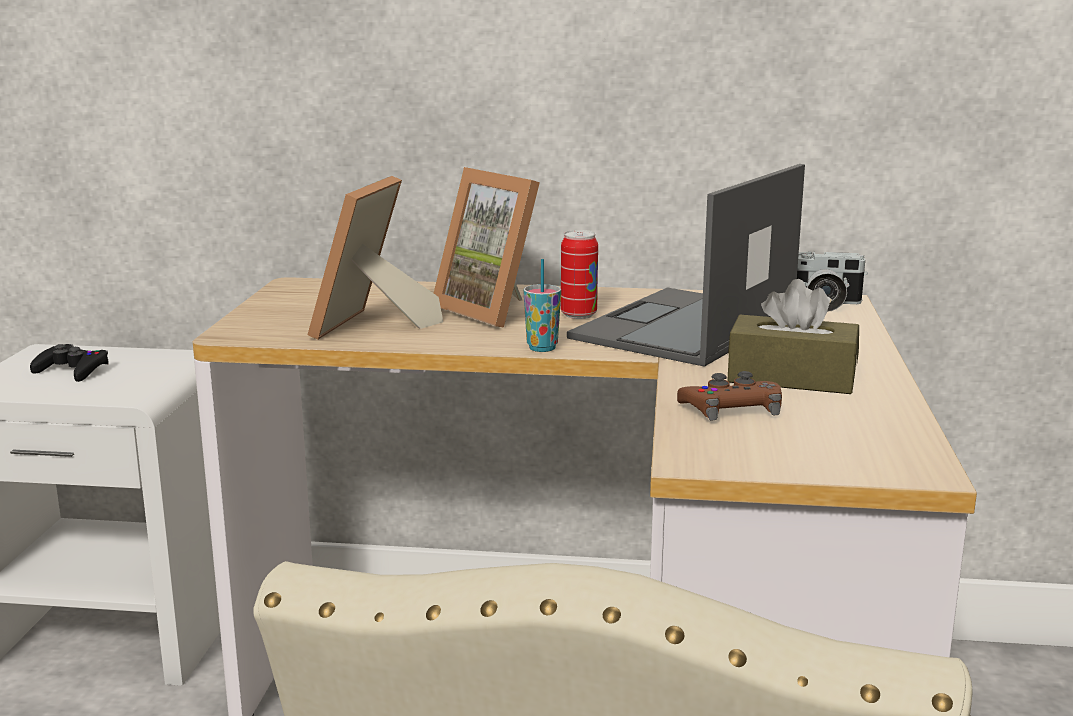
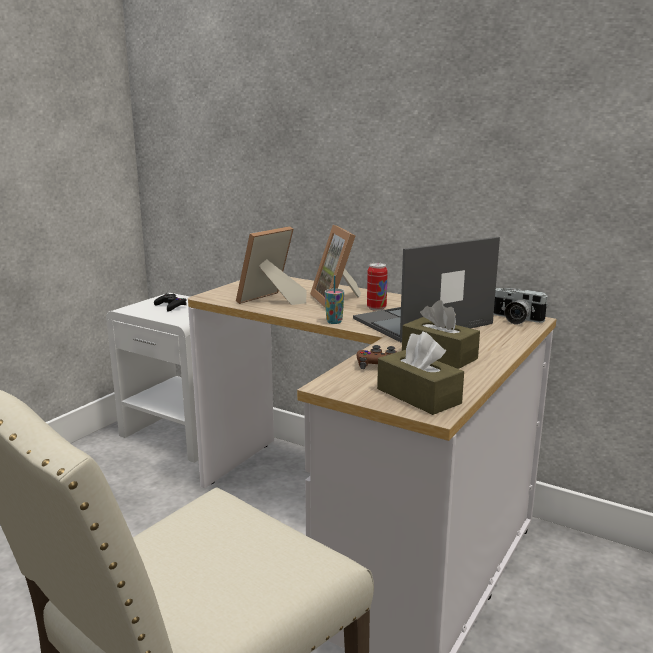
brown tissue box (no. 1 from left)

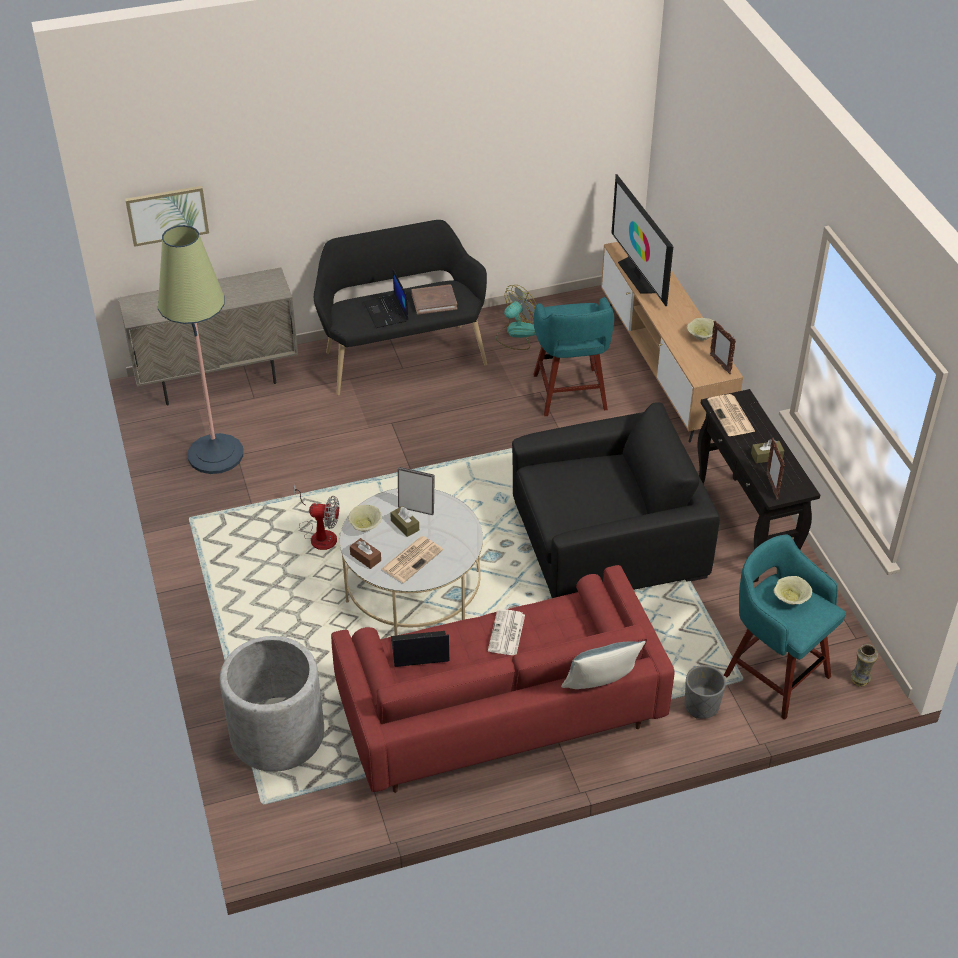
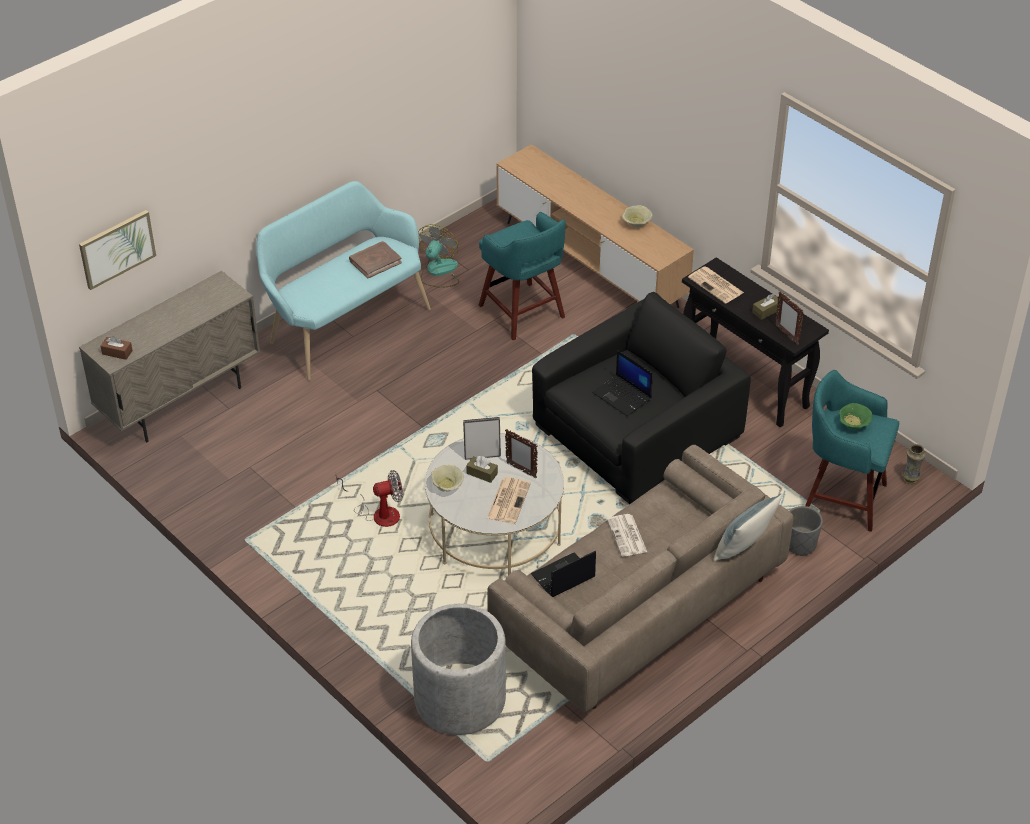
television; turquoise bench; floor lamp; laptop (no. 2 from left); picture frame (no. 2 from left); brown tissue box (no. 1 from left); beige sofa; green bowl

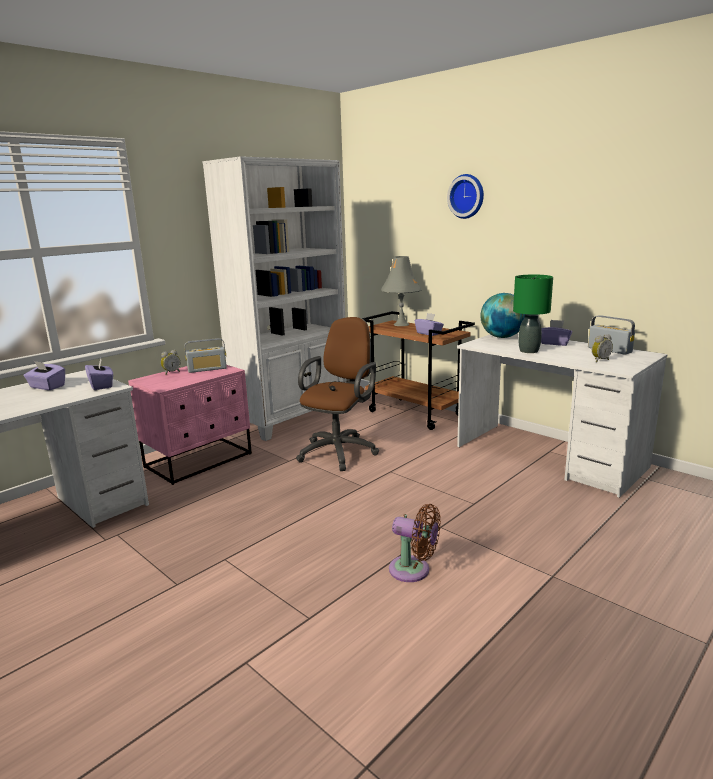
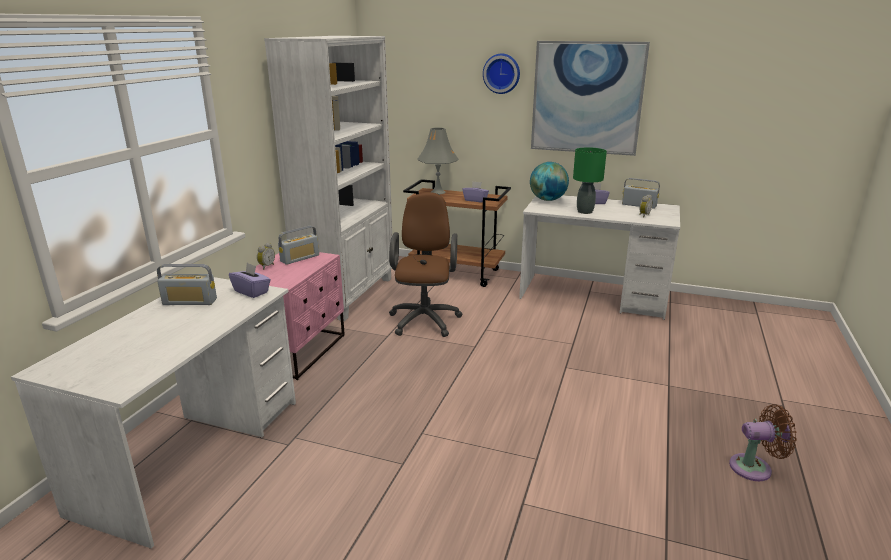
radio (no. 1 from left); brown fan; picture

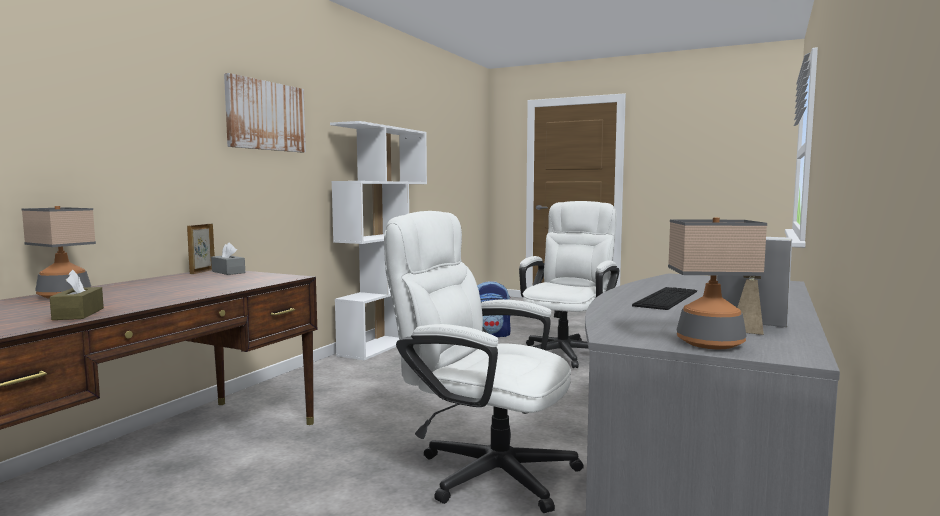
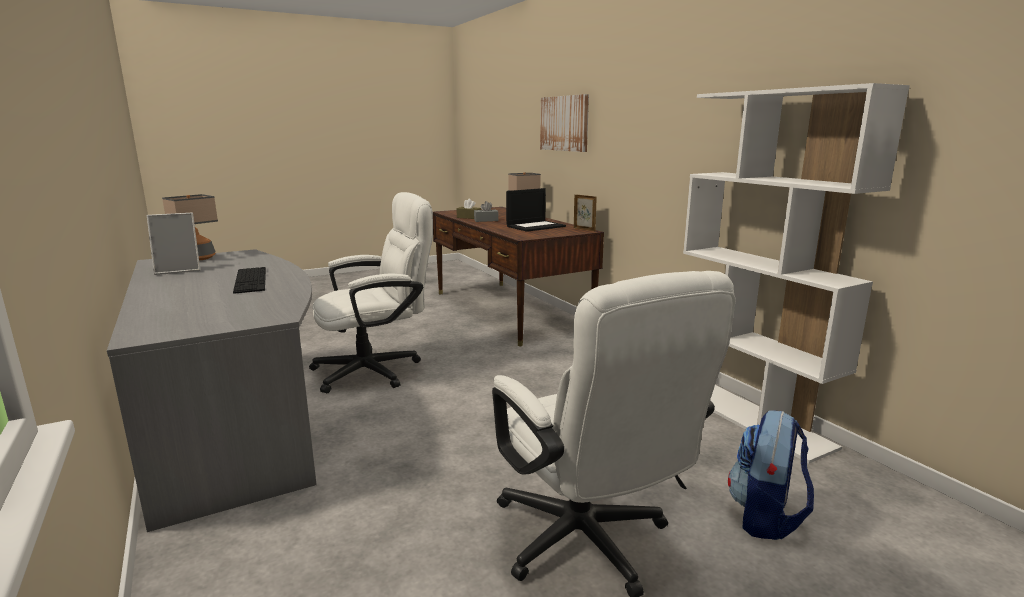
picture; grey tissue box; laptop

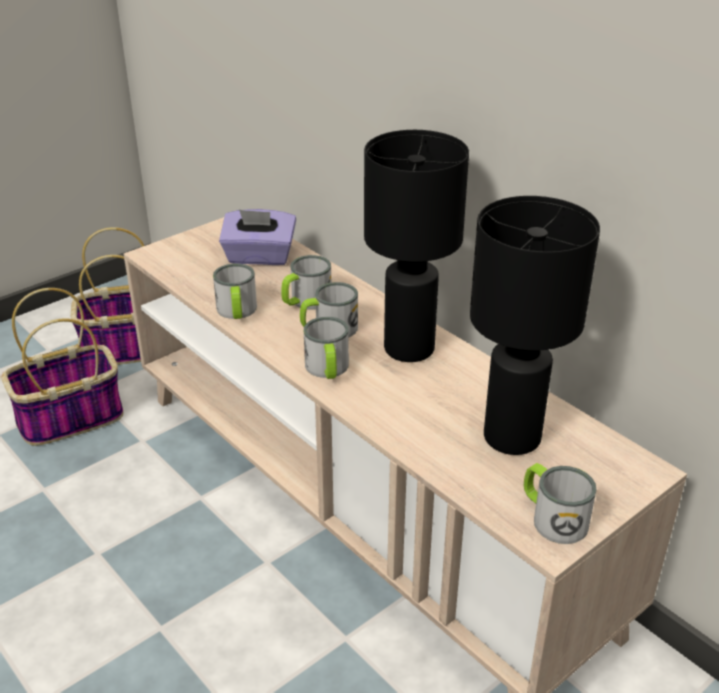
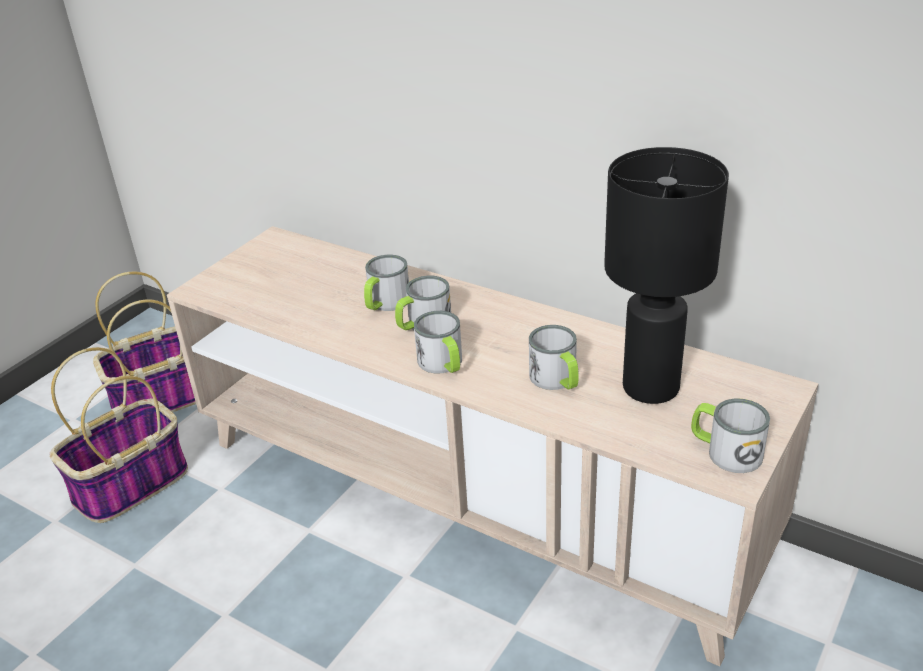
black table lamp (no. 1 from left in the first image); purple tissue box; mug (no. 4 from left)

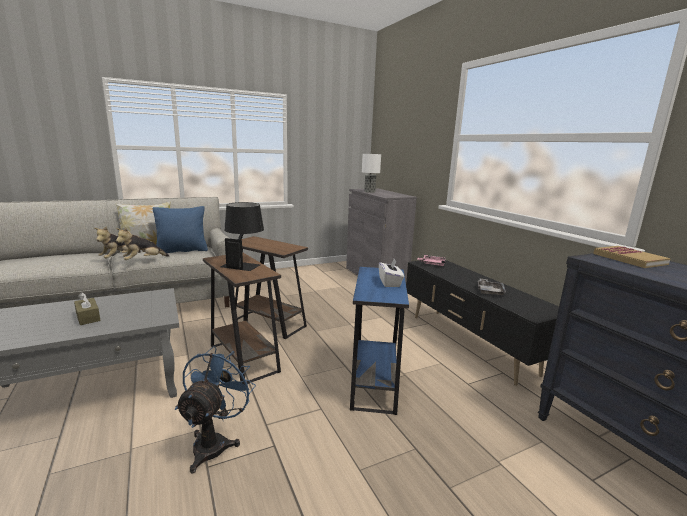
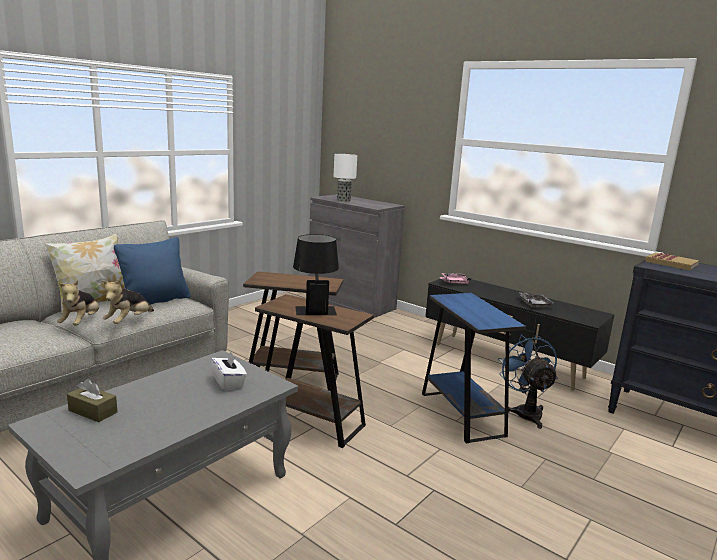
white tissue box; brown tissue box; blue fan

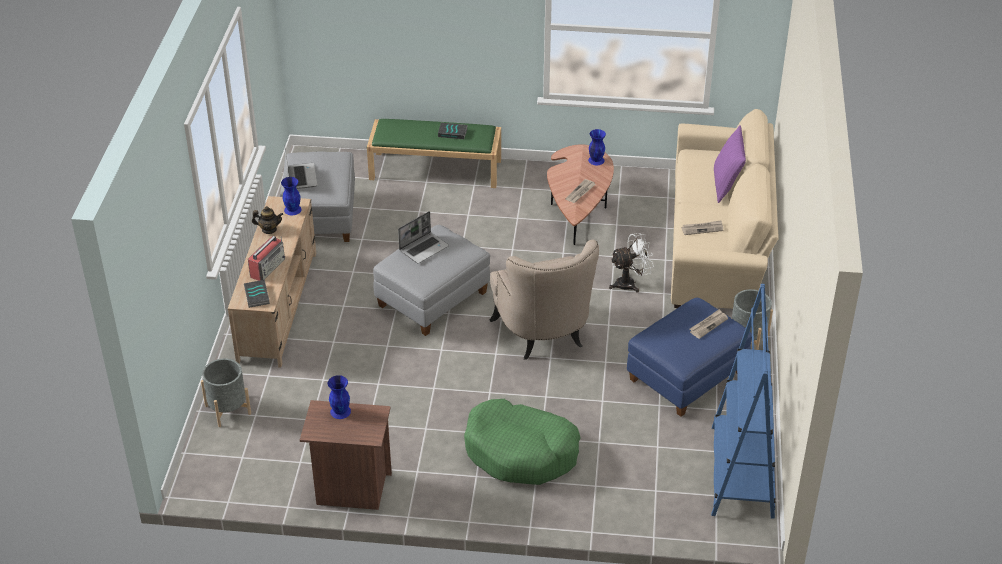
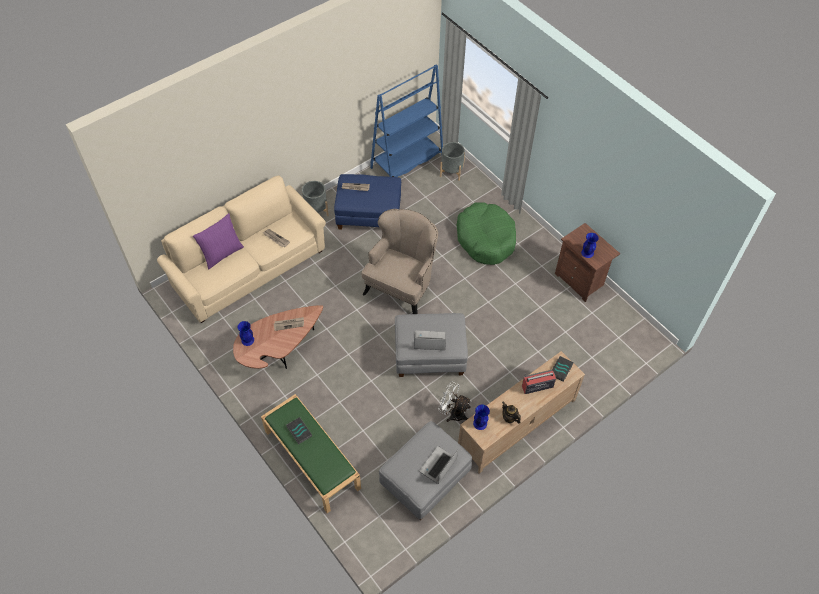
white fan; grey planter (no. 2 from left)

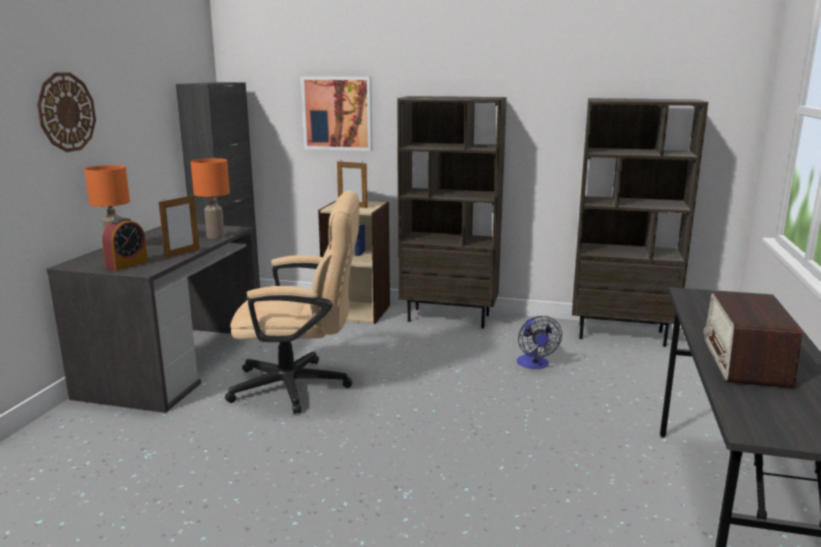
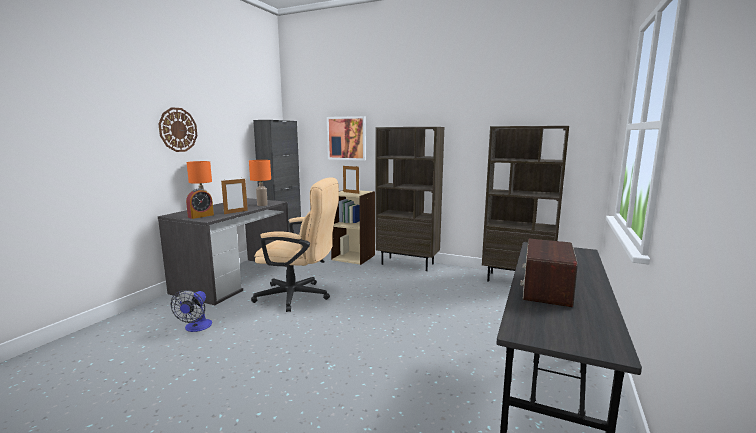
fan

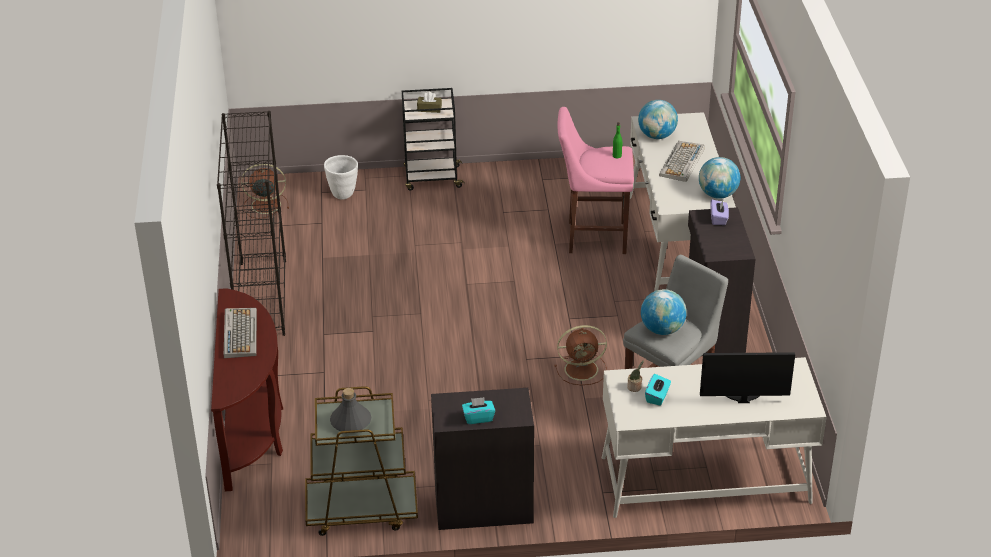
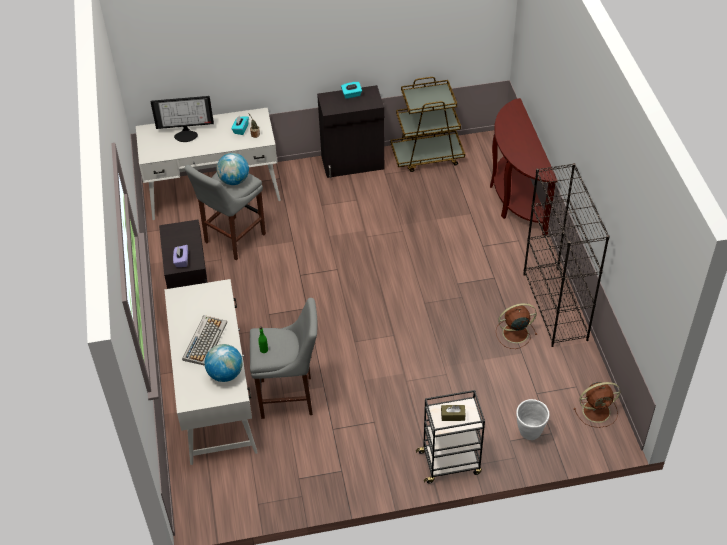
grey stool (no. 2 from left); globe (no. 3 from left in the first image); keyboard (no. 1 from left in the first image); brown fan (no. 1 from left); grey bottle

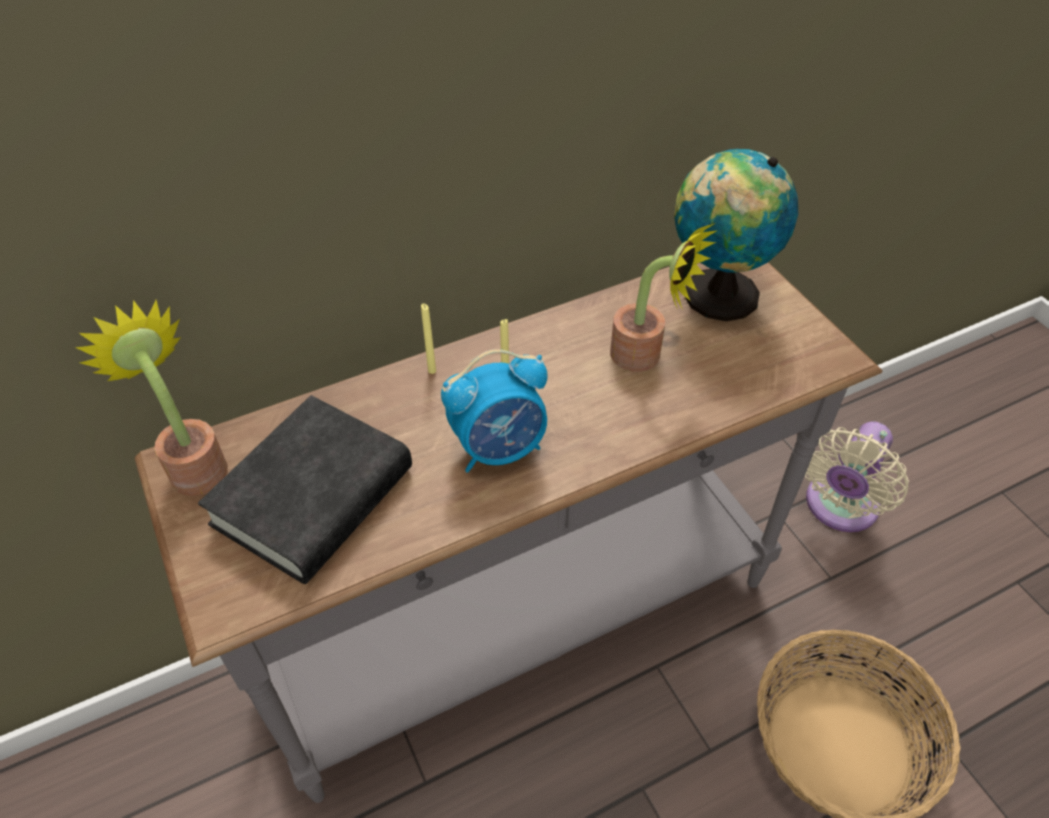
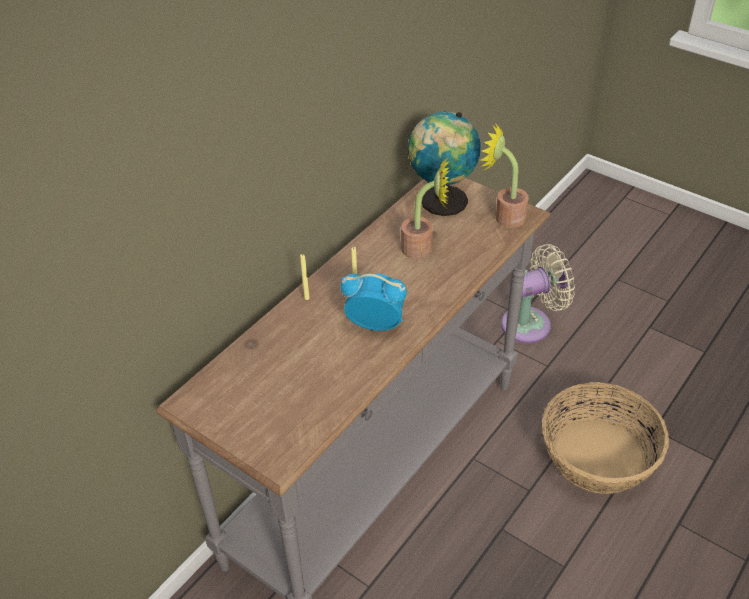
potted plant (no. 2 from left); alarm clock; black book; beige fan

